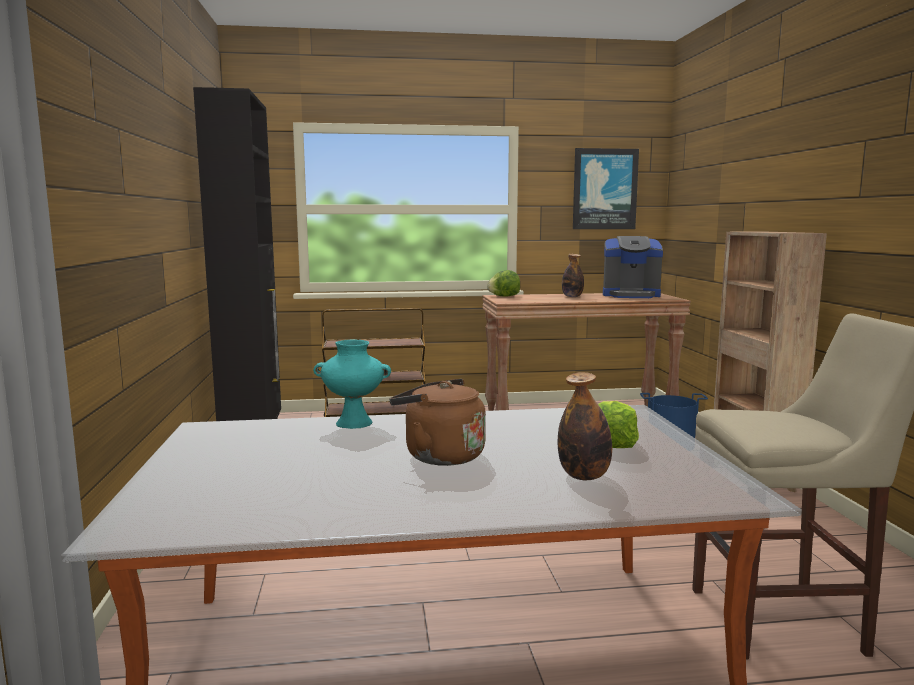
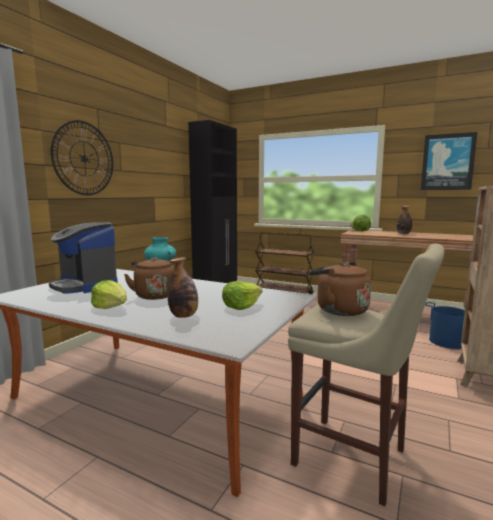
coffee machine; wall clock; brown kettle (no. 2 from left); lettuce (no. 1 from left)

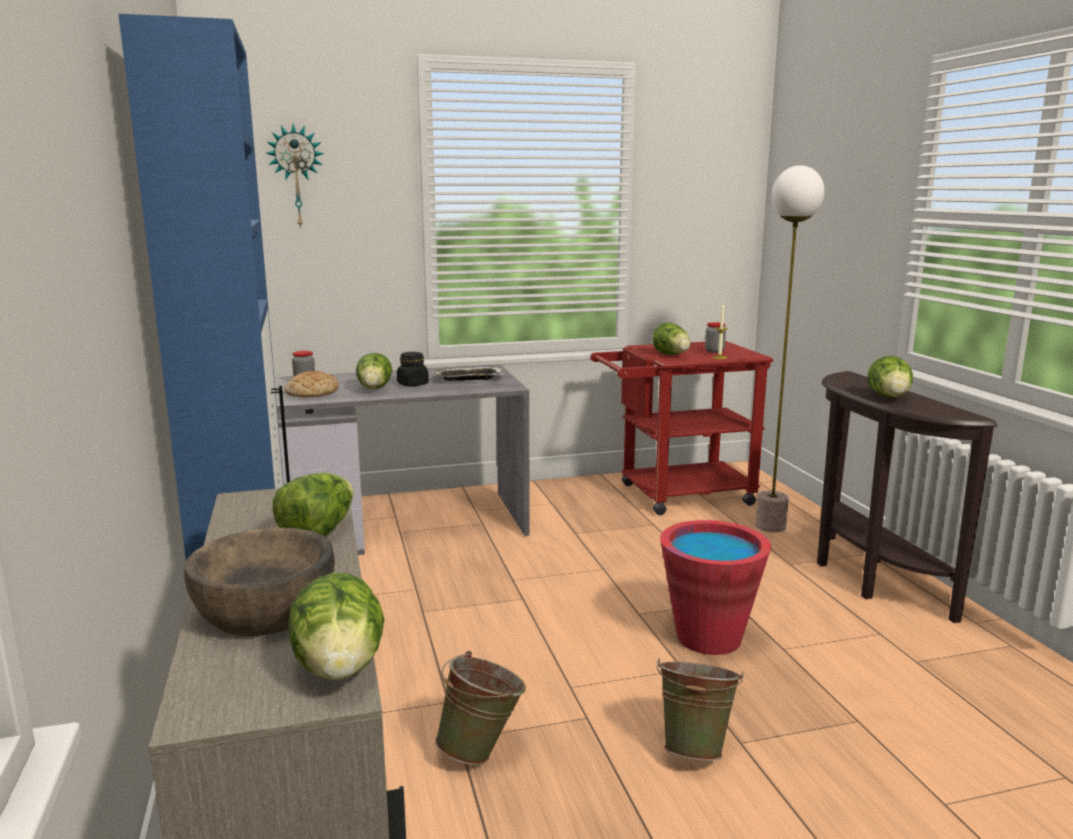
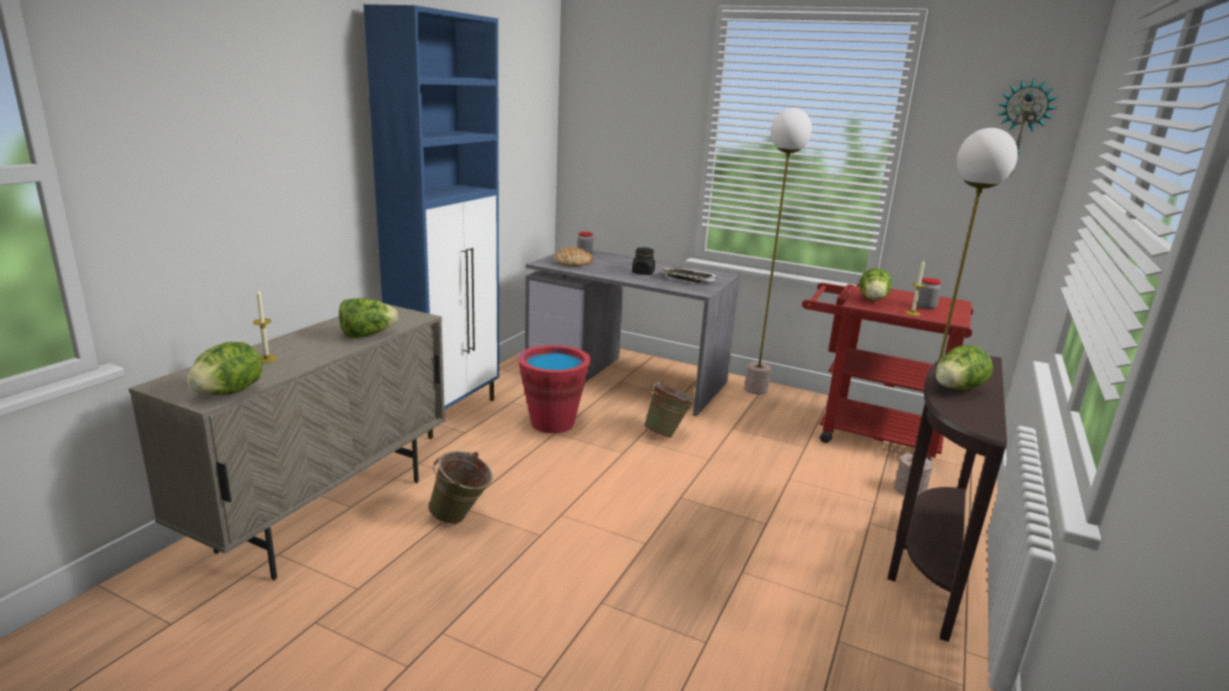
wall clock; lettuce (no. 3 from left in the first image); red bucket; candle (no. 1 from left); green bucket (no. 2 from left); floor lamp (no. 1 from left)

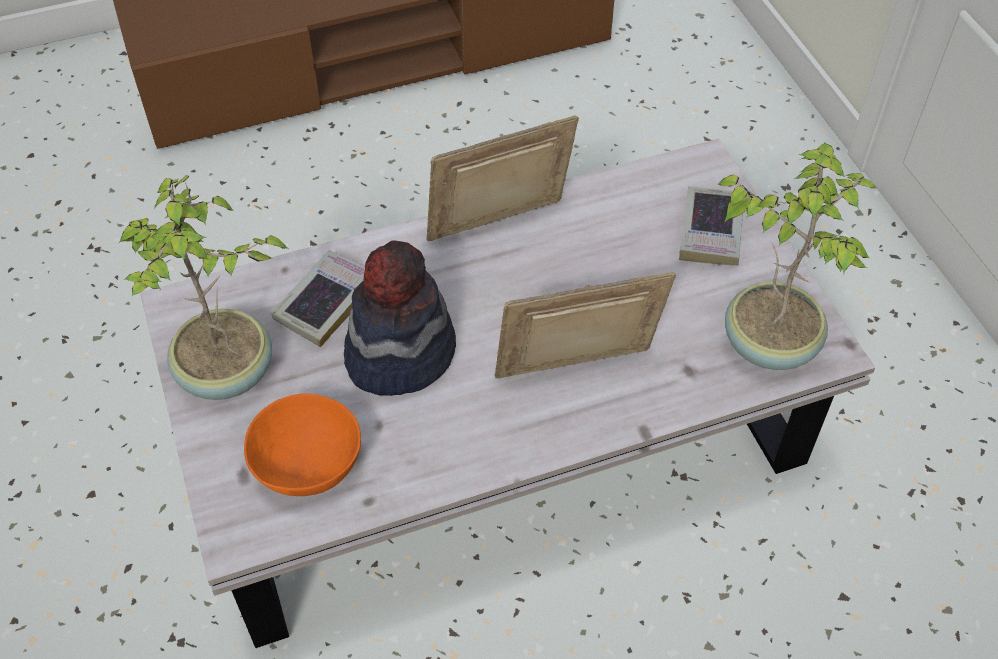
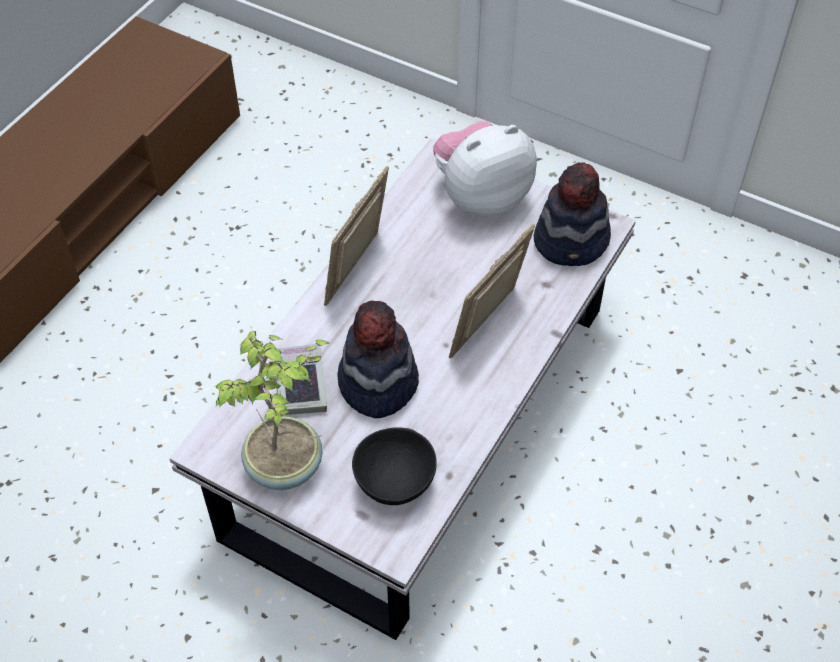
hat (no. 2 from left); plush toy; black bowl

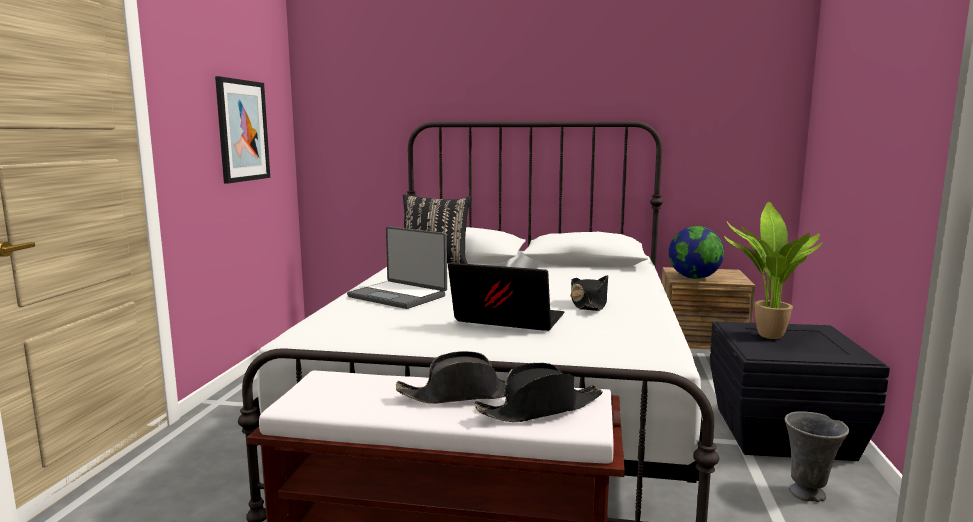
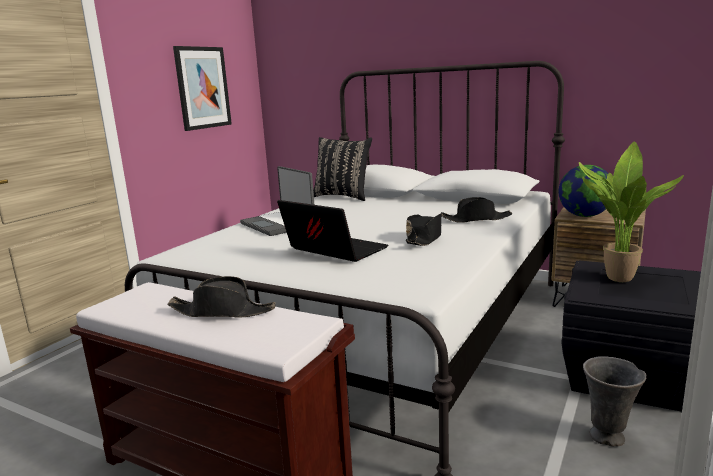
black hat (no. 3 from left)

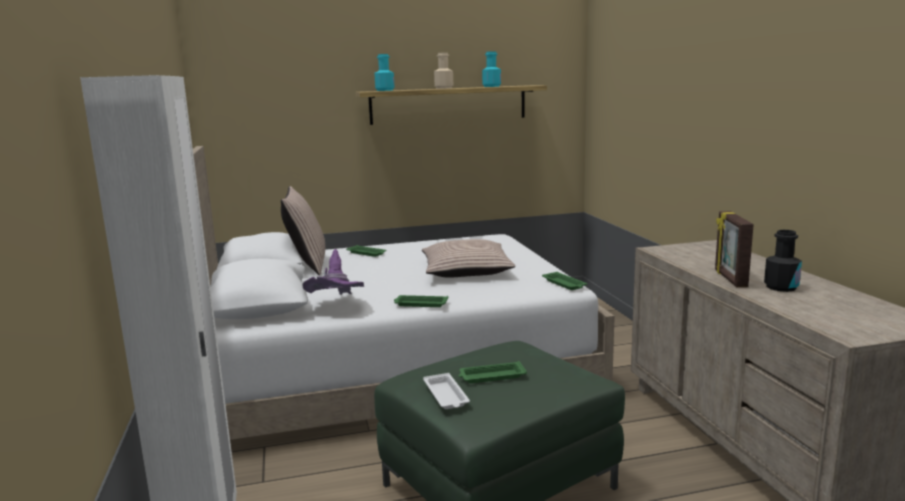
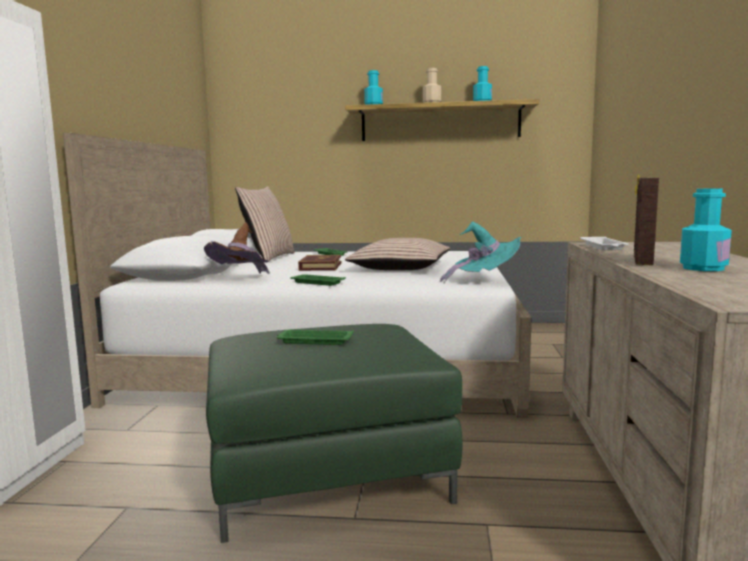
turquoise bottle (no. 3 from left); brown hat; turquoise hat; white tray; book

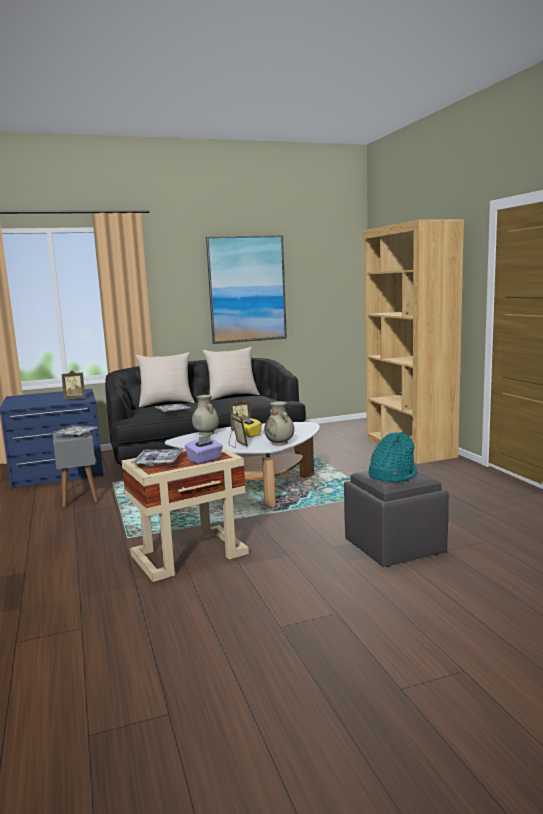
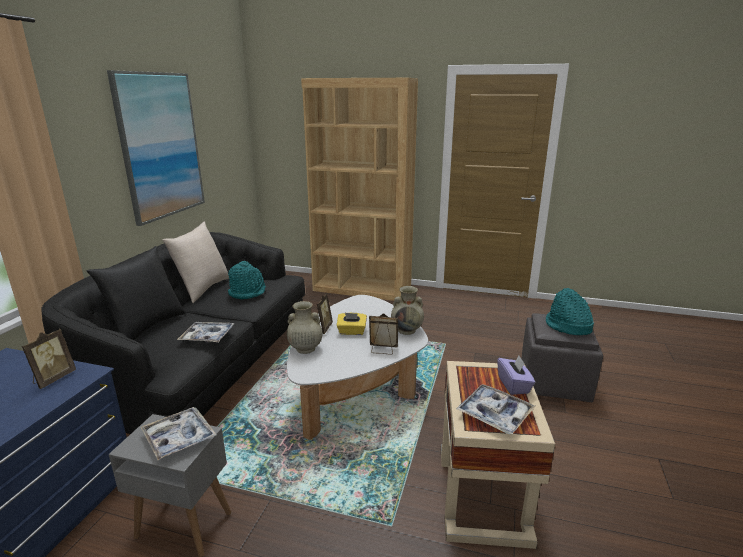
black pillow; turquoise hat (no. 1 from left)

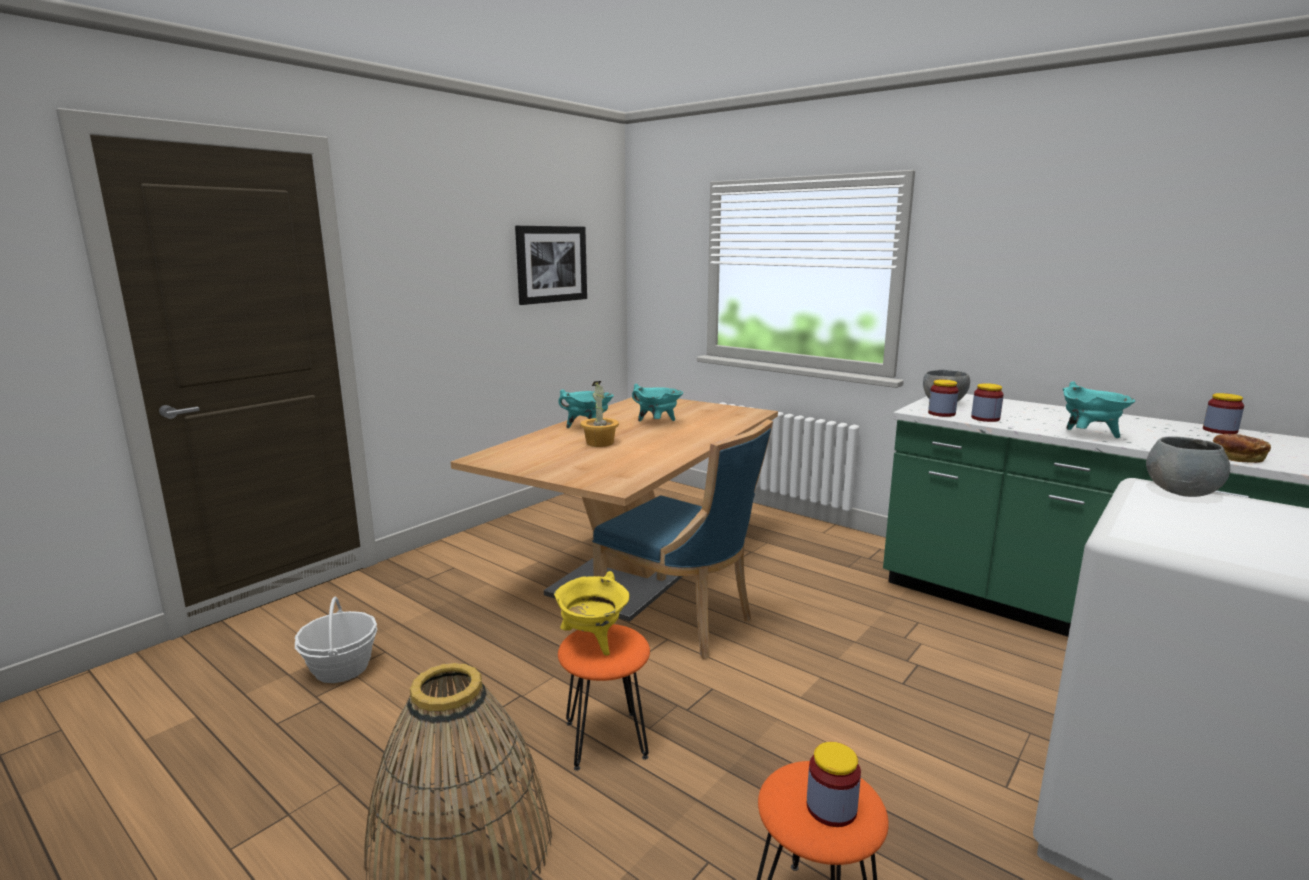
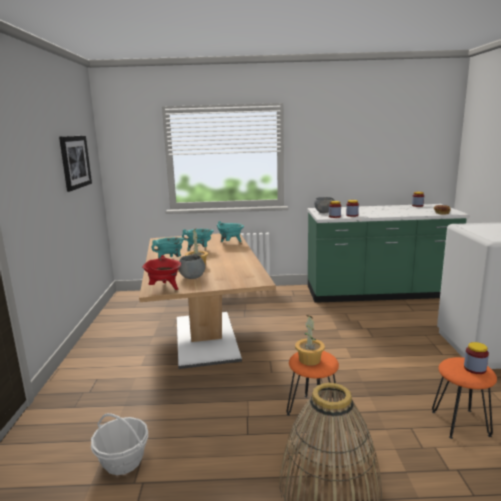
turquoise cooking pot (no. 3 from left); blue chair; grey bowl (no. 1 from left); potted plant (no. 2 from left); red cooking pot

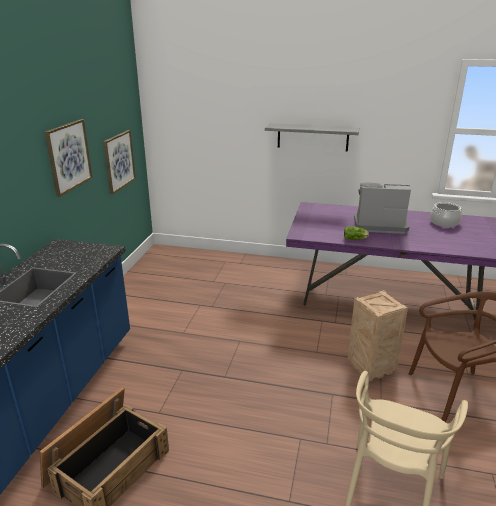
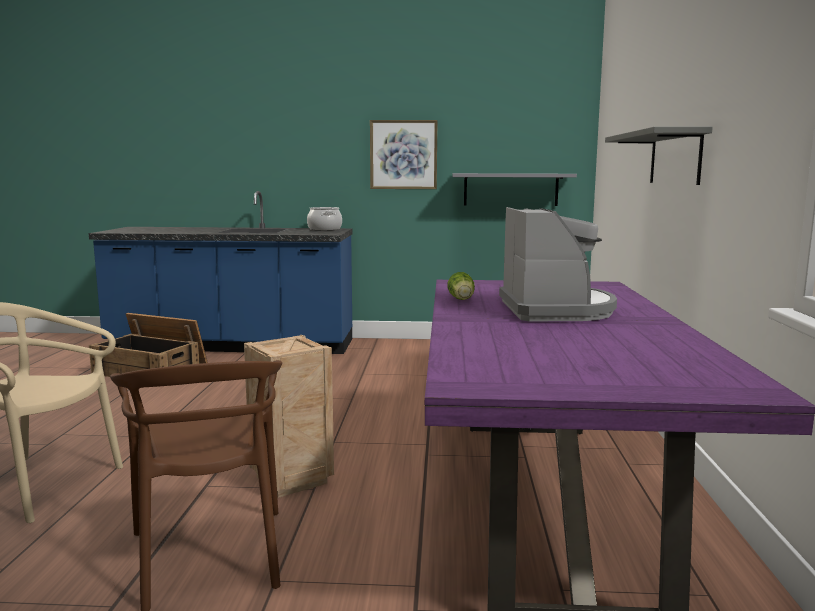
grey shelf (no. 1 from left); cooking pot

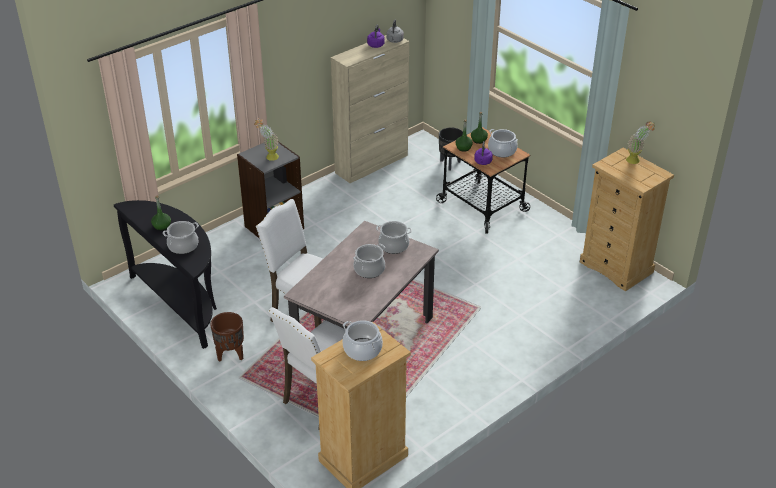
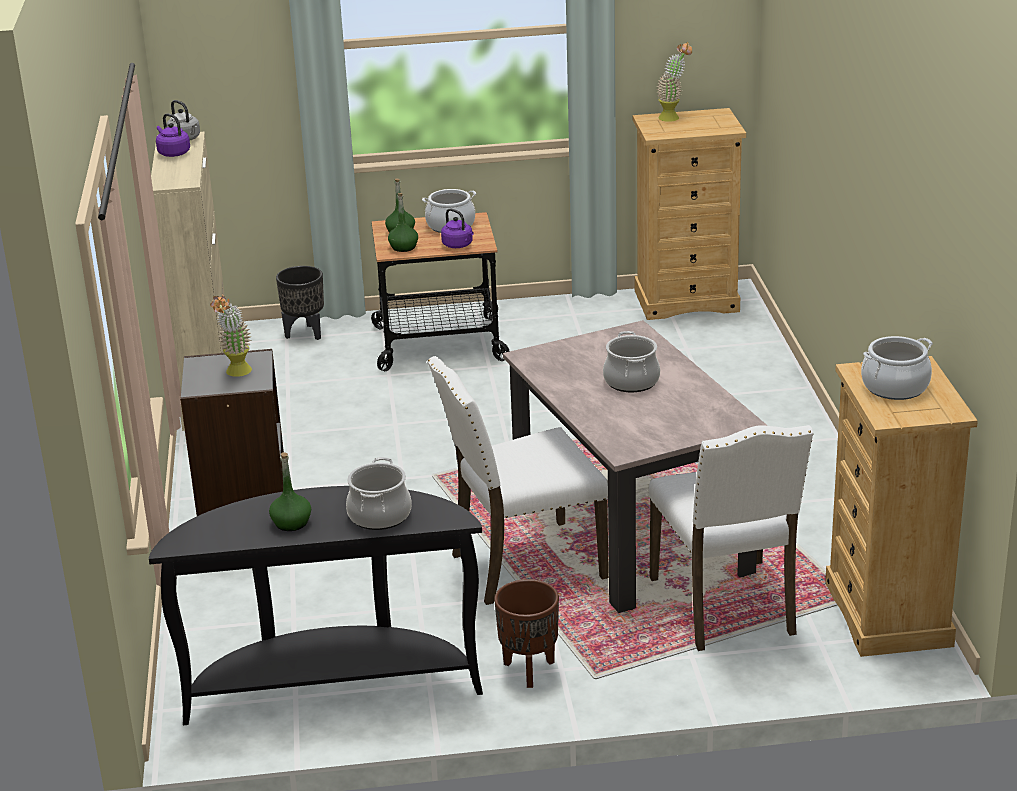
cooking pot (no. 4 from left in the first image)

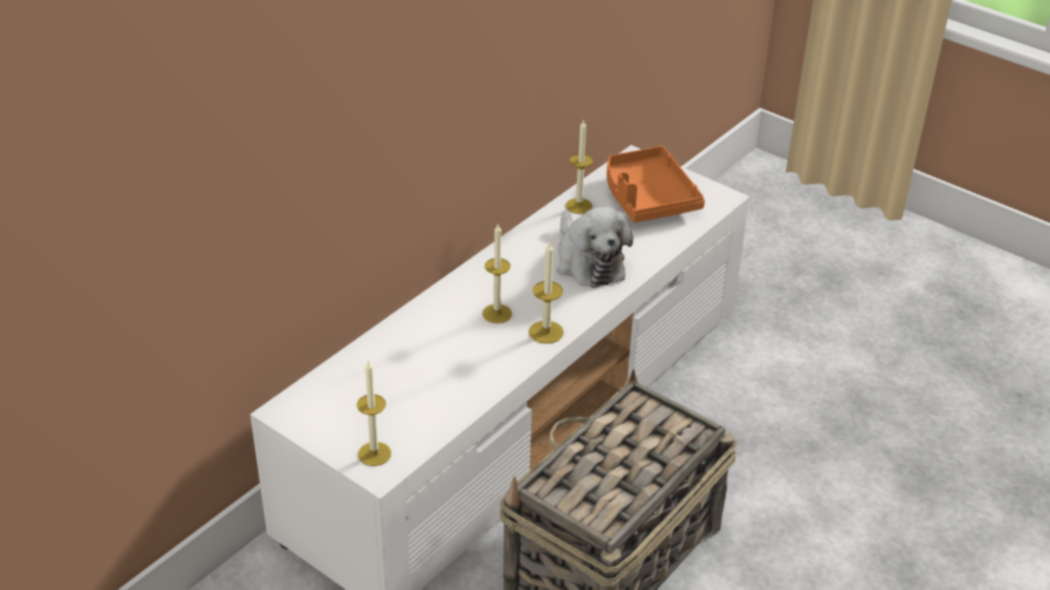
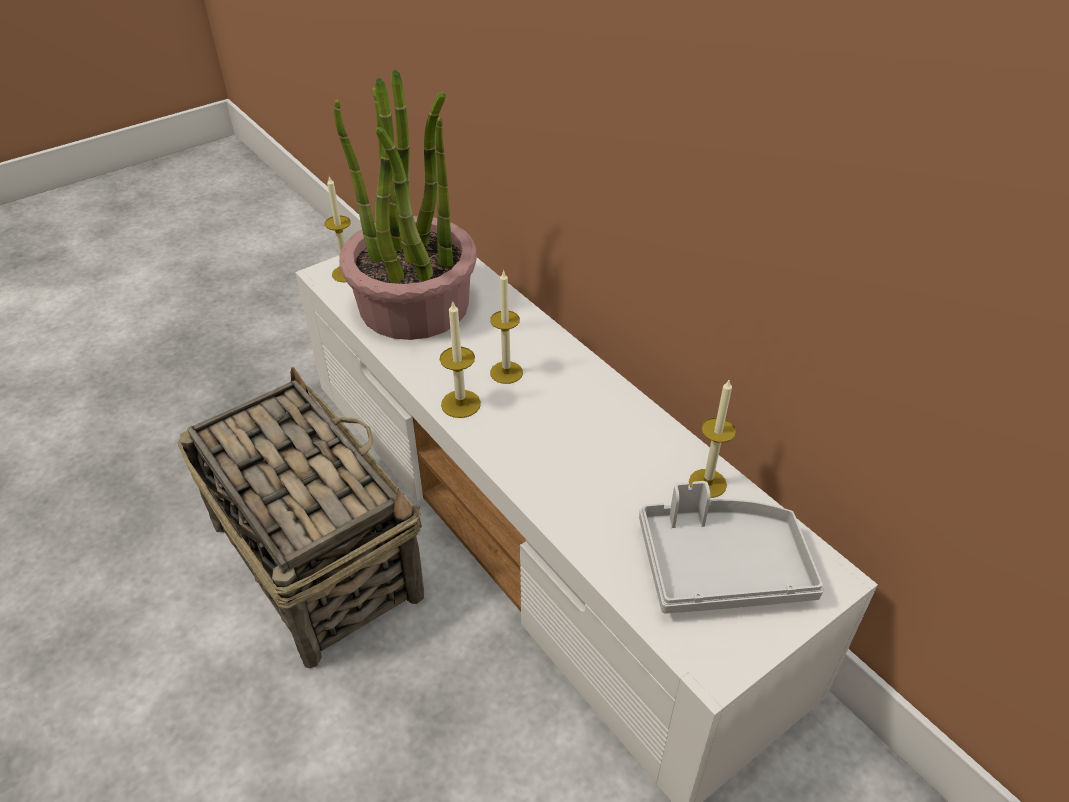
grey tray; plush toy; potted plant

